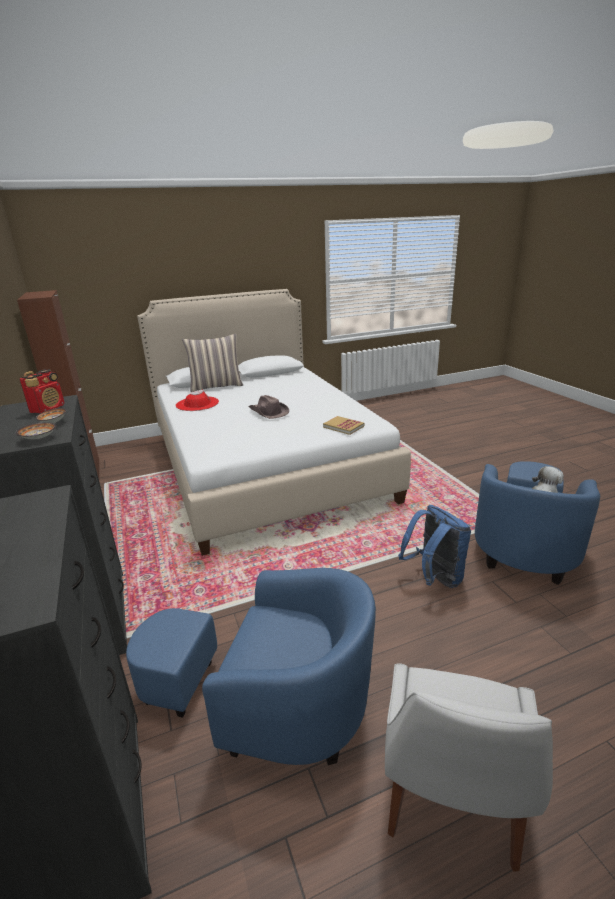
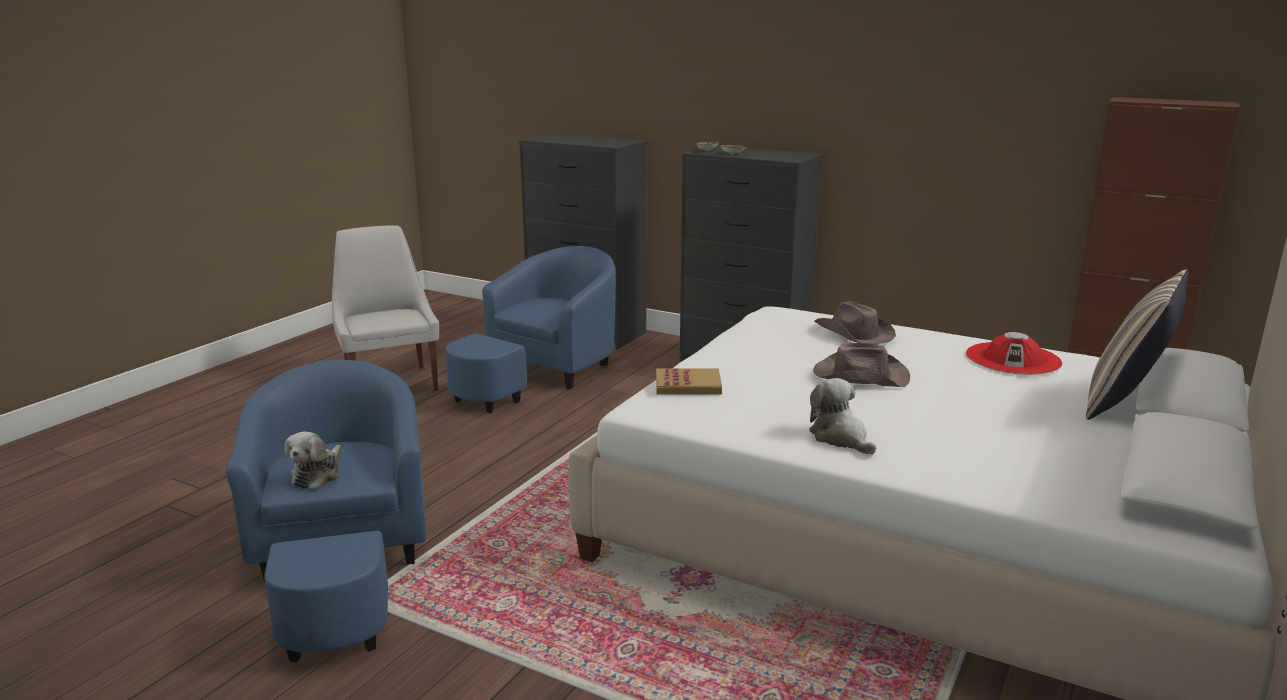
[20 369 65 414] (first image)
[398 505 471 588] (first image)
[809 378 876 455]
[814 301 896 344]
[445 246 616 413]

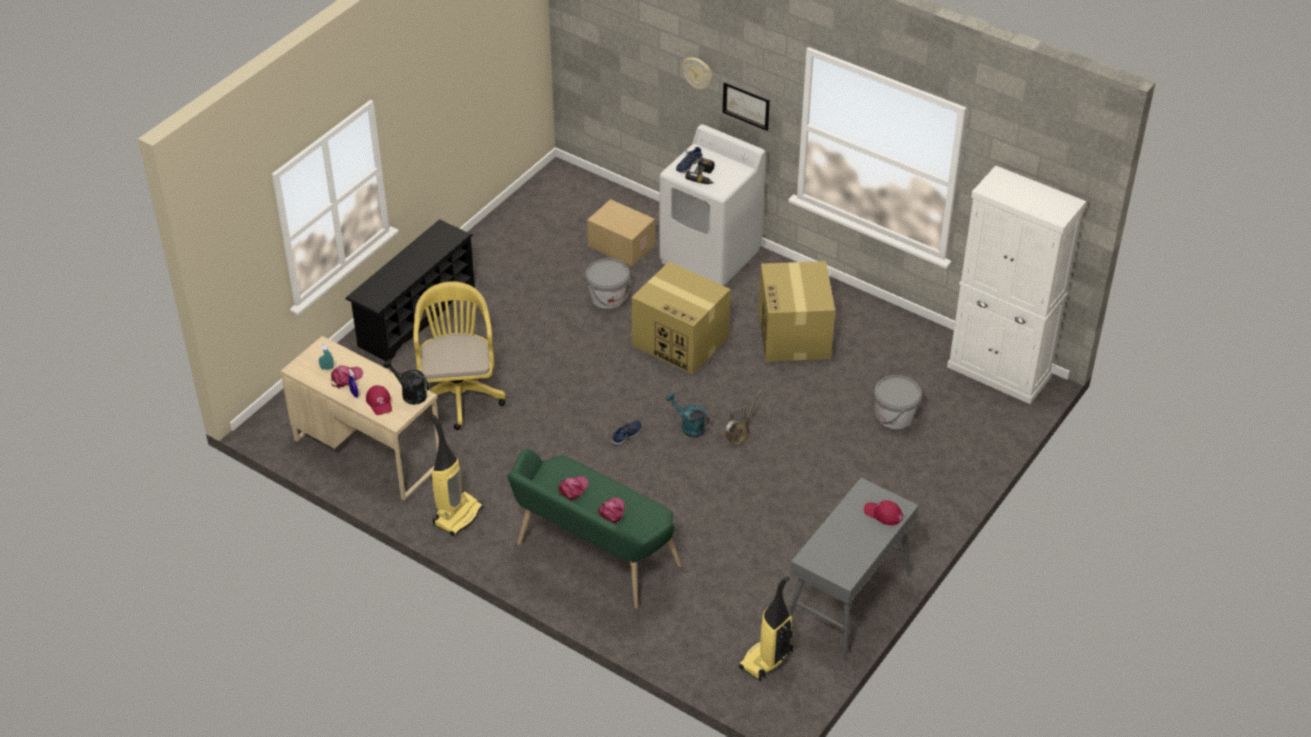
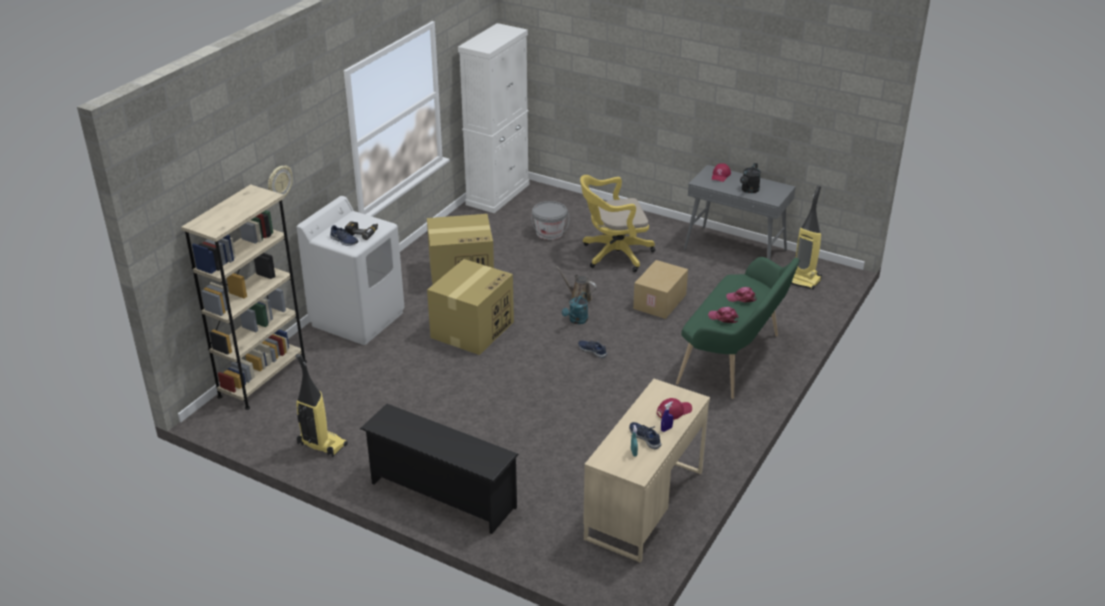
[585 258 631 309] (first image)
[723 82 770 131] (first image)
[181 184 307 410]
[740 163 761 193]
[580 175 655 272]
[295 354 348 457]
[633 260 688 319]
[629 422 661 449]

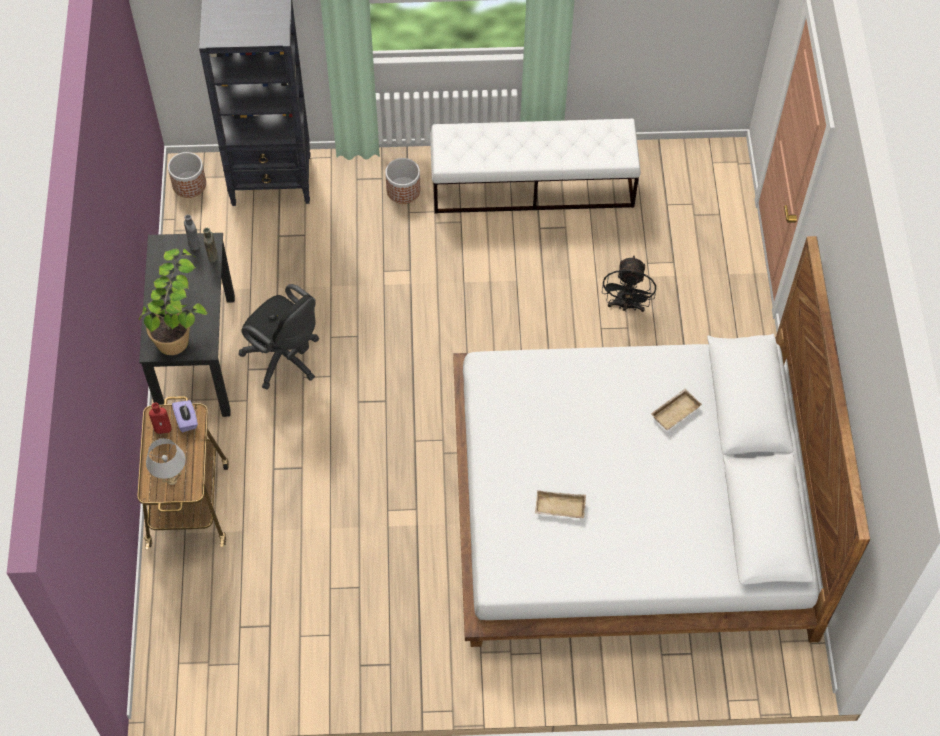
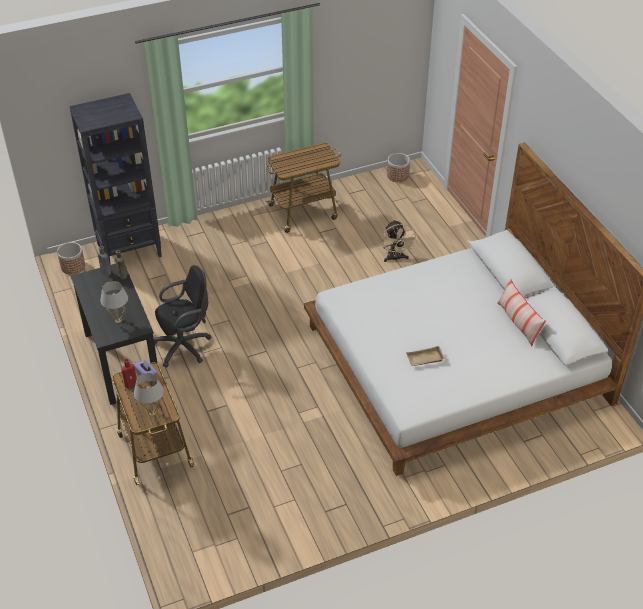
[651 388 702 430] (first image)
[497 278 546 346]
[387 153 410 182]
[100 281 128 323]
[265 143 341 233]
[380 220 417 262]
[154 265 212 368]

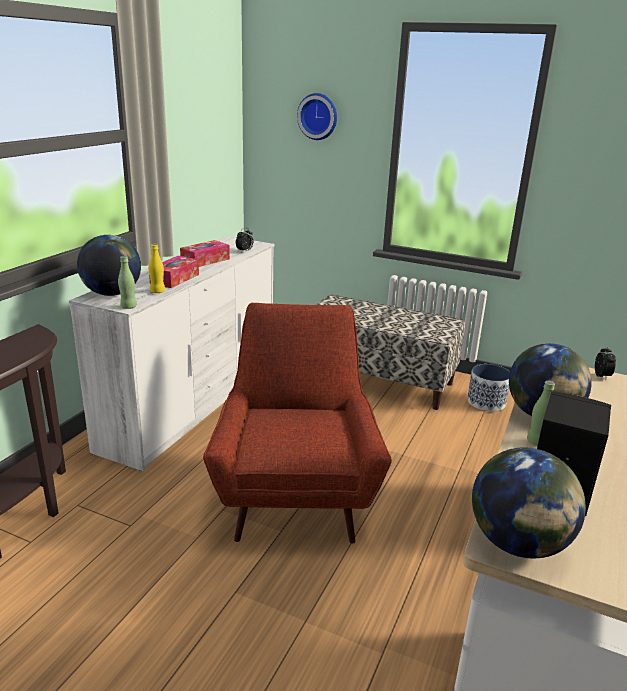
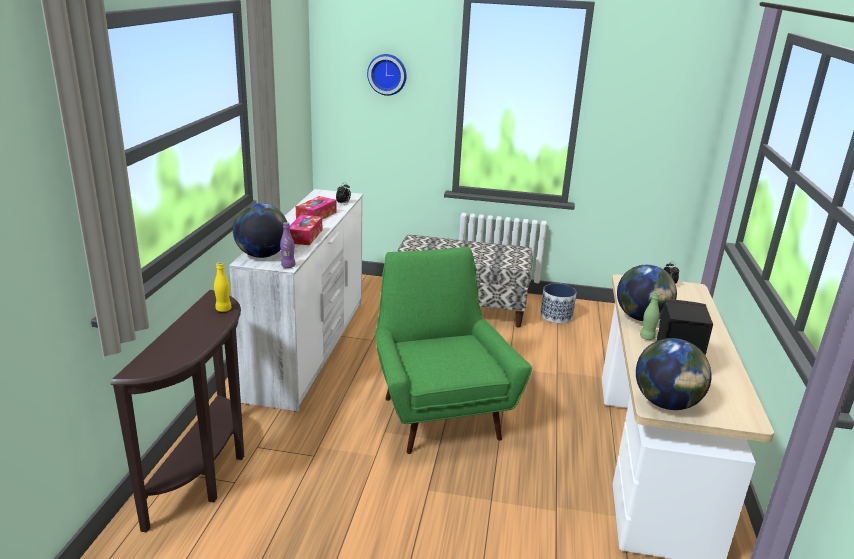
[214 262 232 312]
[280 222 295 268]
[375 247 532 454]

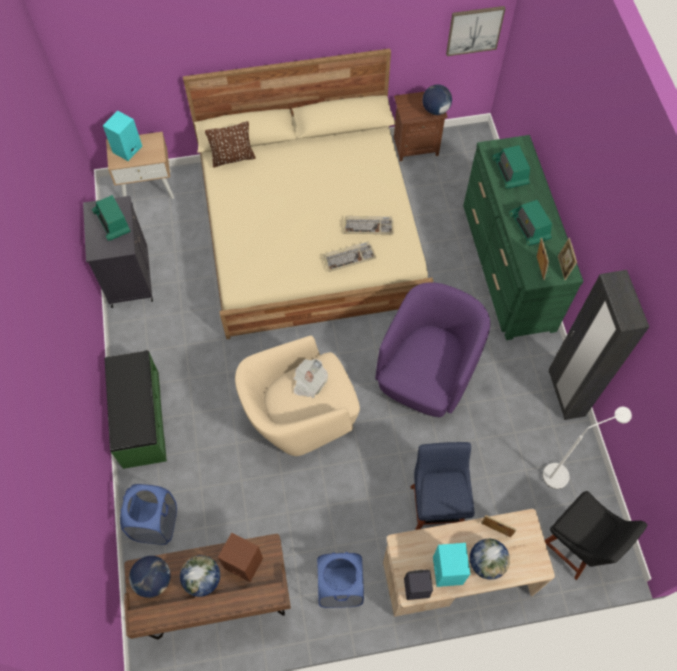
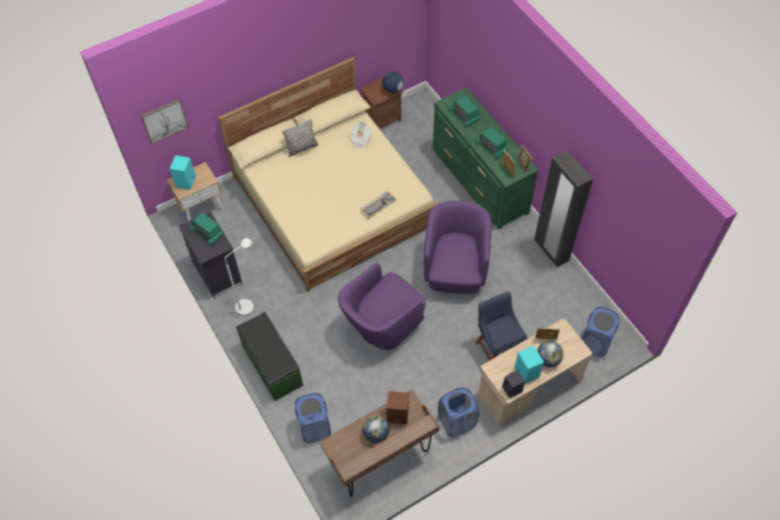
[129 556 171 598] (first image)
[205 121 256 168] (first image)
[344 216 393 235] (first image)
[282 119 318 157]
[350 122 372 148]
[141 99 188 144]
[225 238 254 316]
[582 307 620 357]
[338 262 426 350]

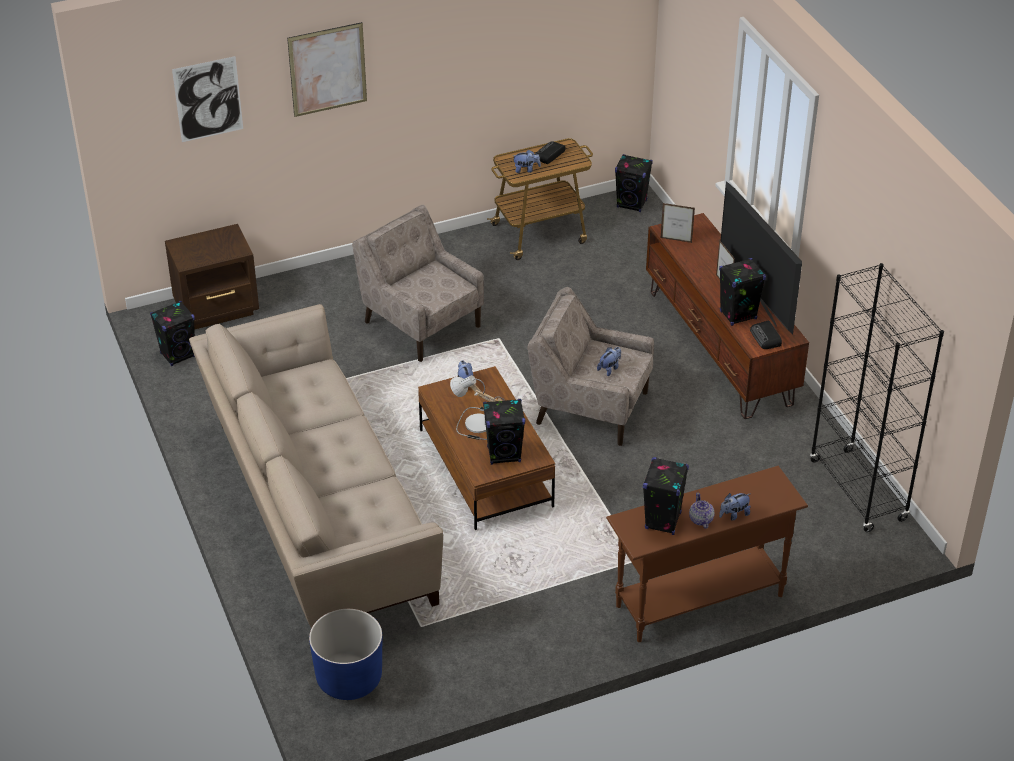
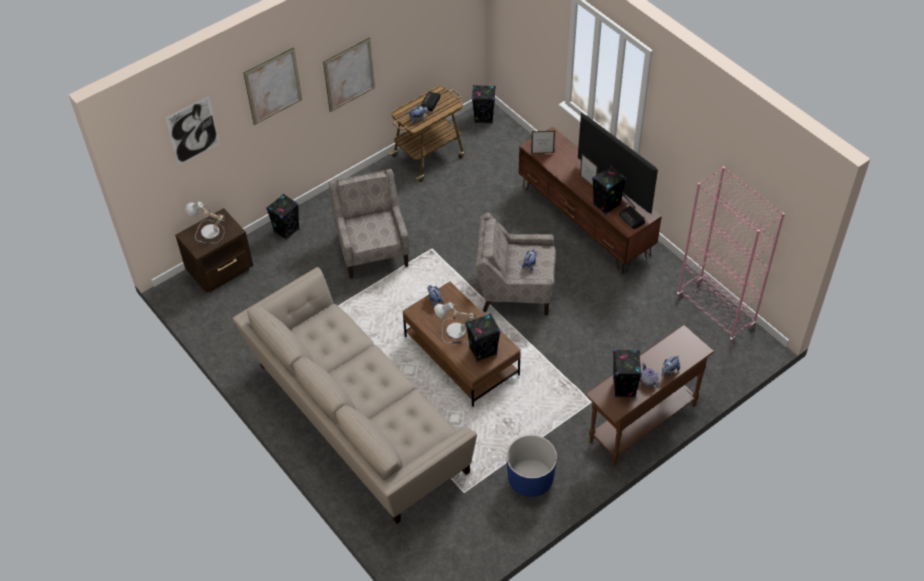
[185 202 225 244]
[323 38 375 112]
[266 194 300 240]
[506 435 557 497]
[677 167 785 343]
[329 169 410 279]

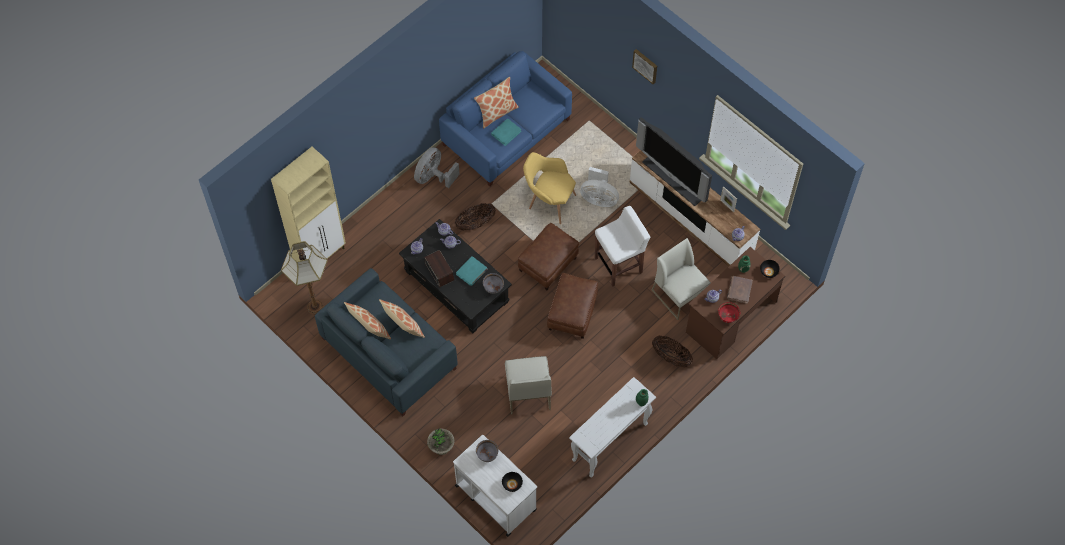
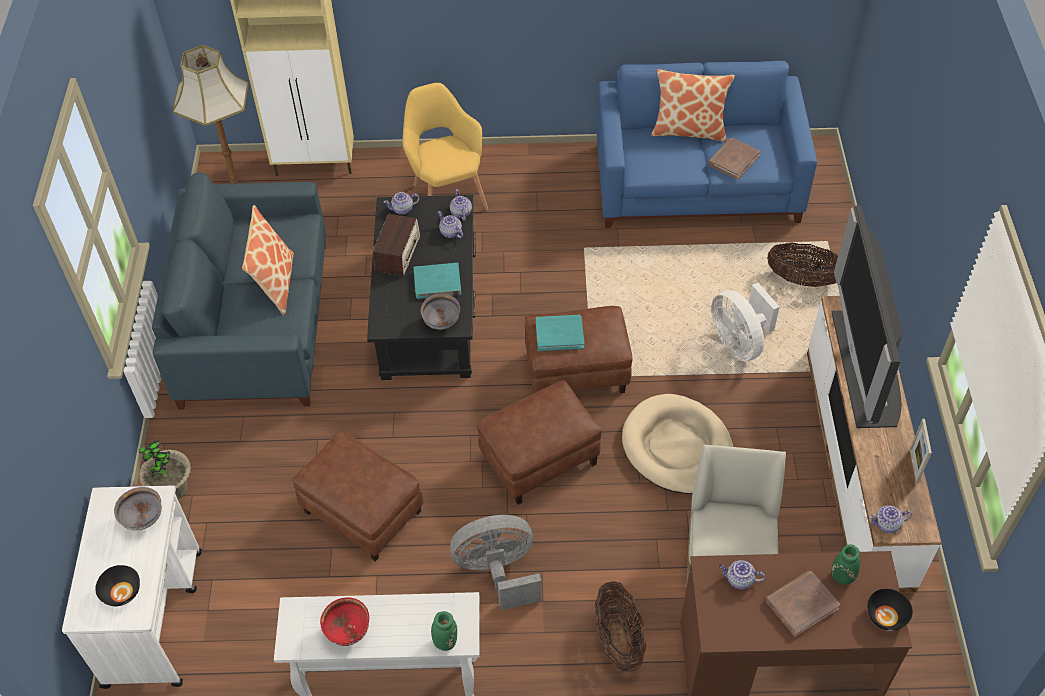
[344 302 391 339] (first image)
[632 49 657 84] (first image)
[708 138 760 180]
[450 515 541 610]
[768 242 838 287]
[536 315 584 351]
[403 83 488 210]
[320 597 369 646]
[292 430 423 562]
[622 394 733 494]

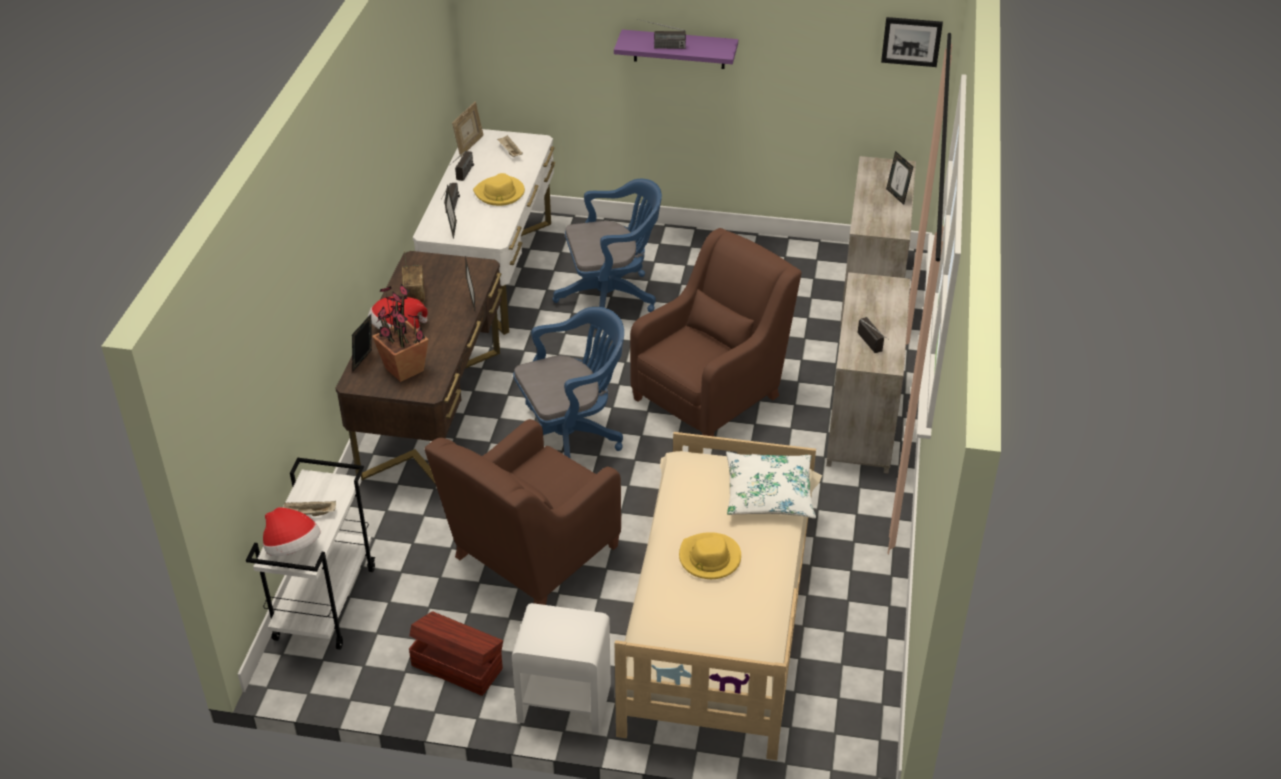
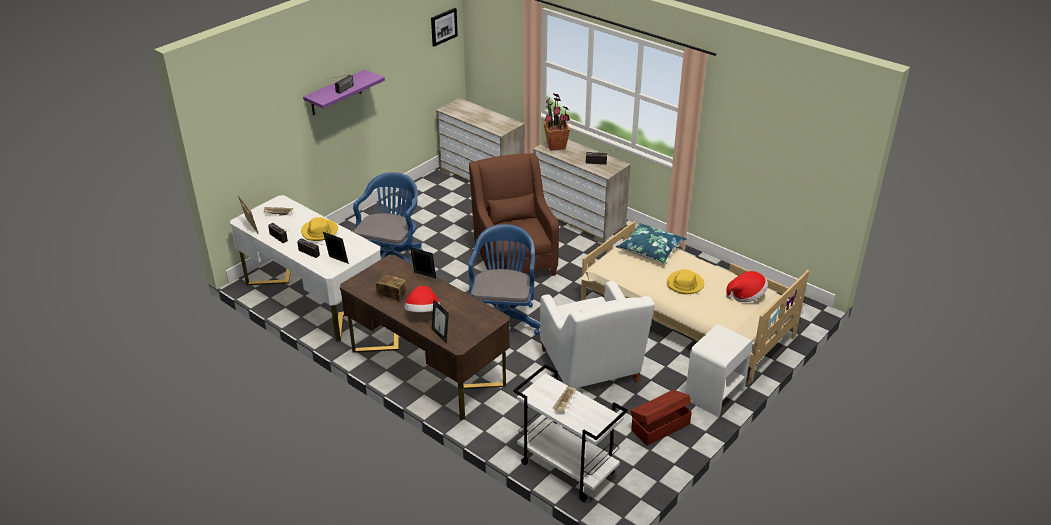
[886 151 913 205] (first image)
[726 271 768 302]
[543 93 570 151]
[540 281 655 388]
[616 223 687 263]

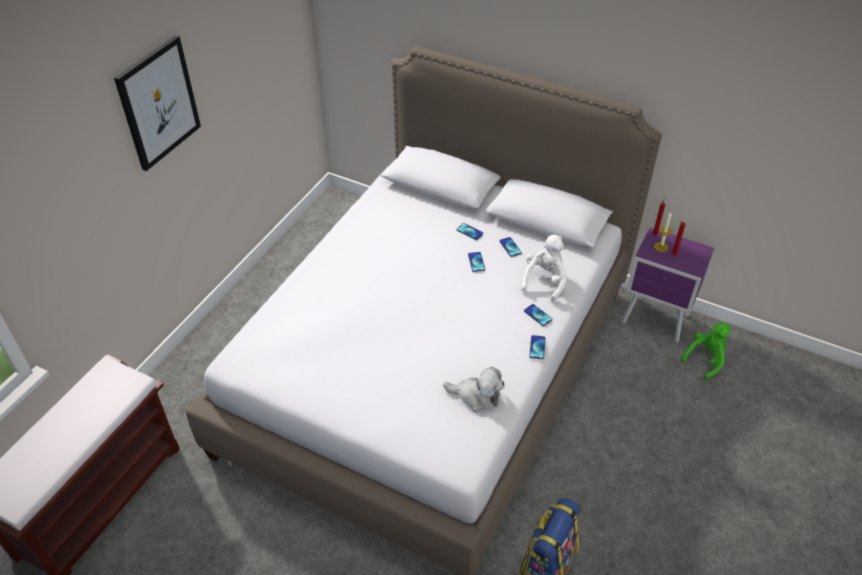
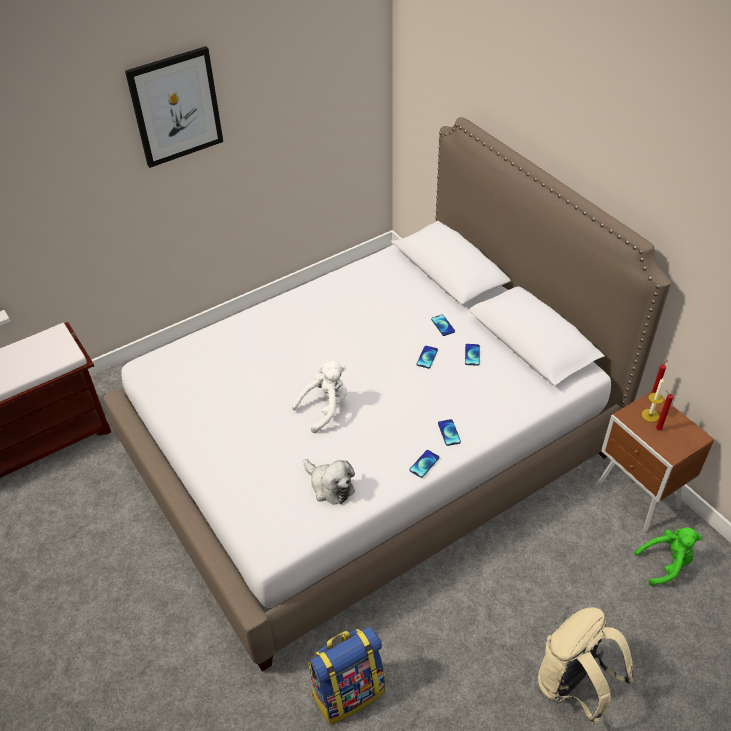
[538 607 633 725]
[292 361 347 433]
[596 391 714 532]

